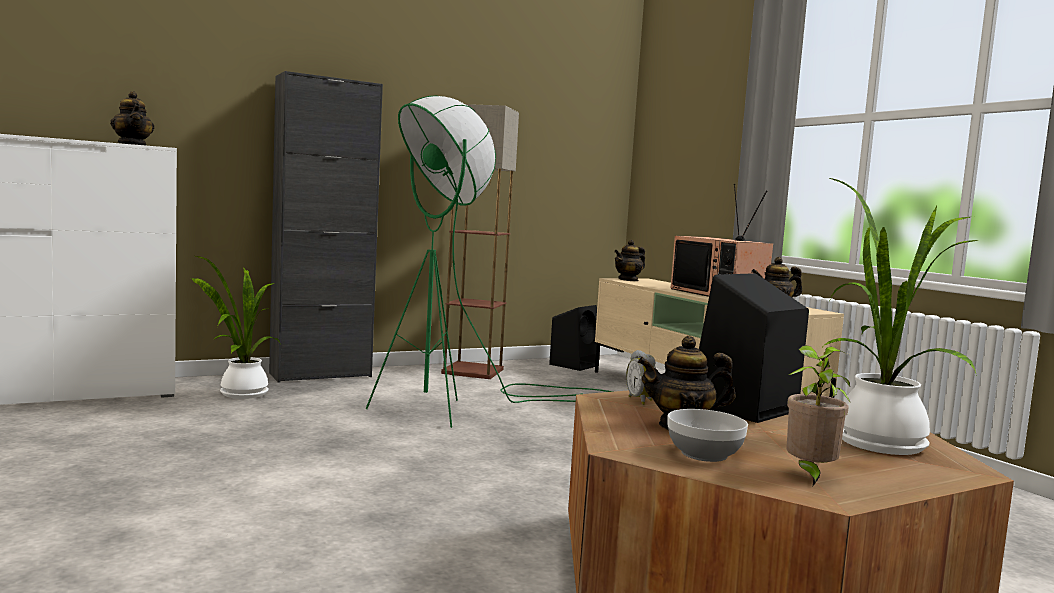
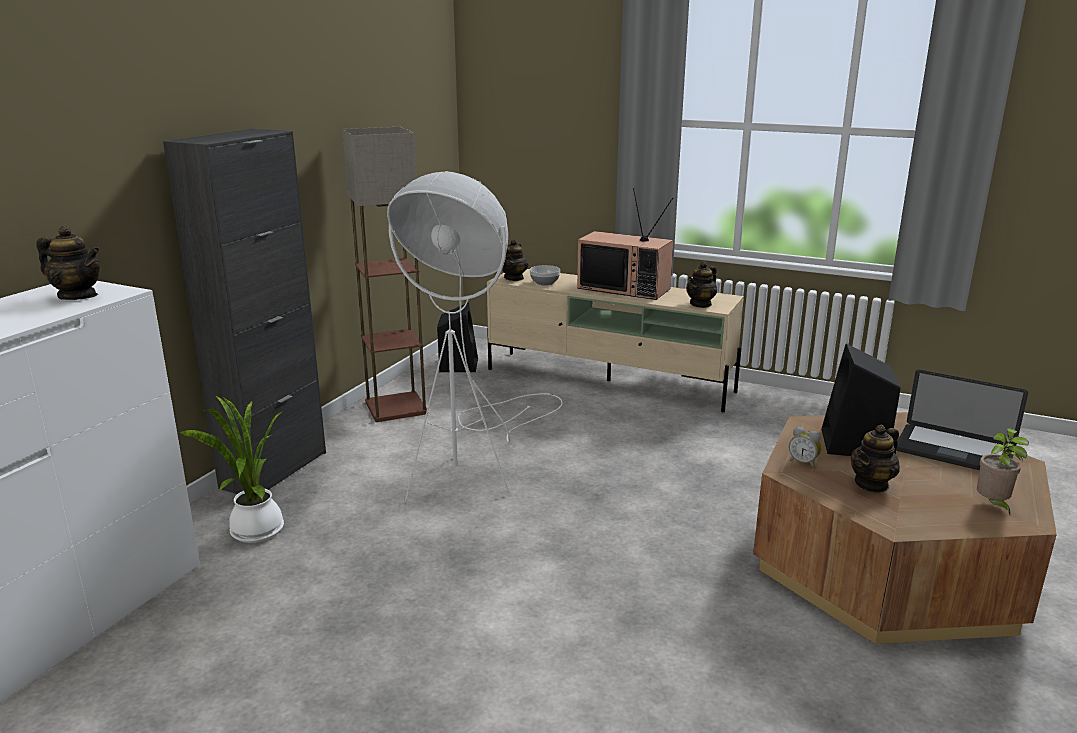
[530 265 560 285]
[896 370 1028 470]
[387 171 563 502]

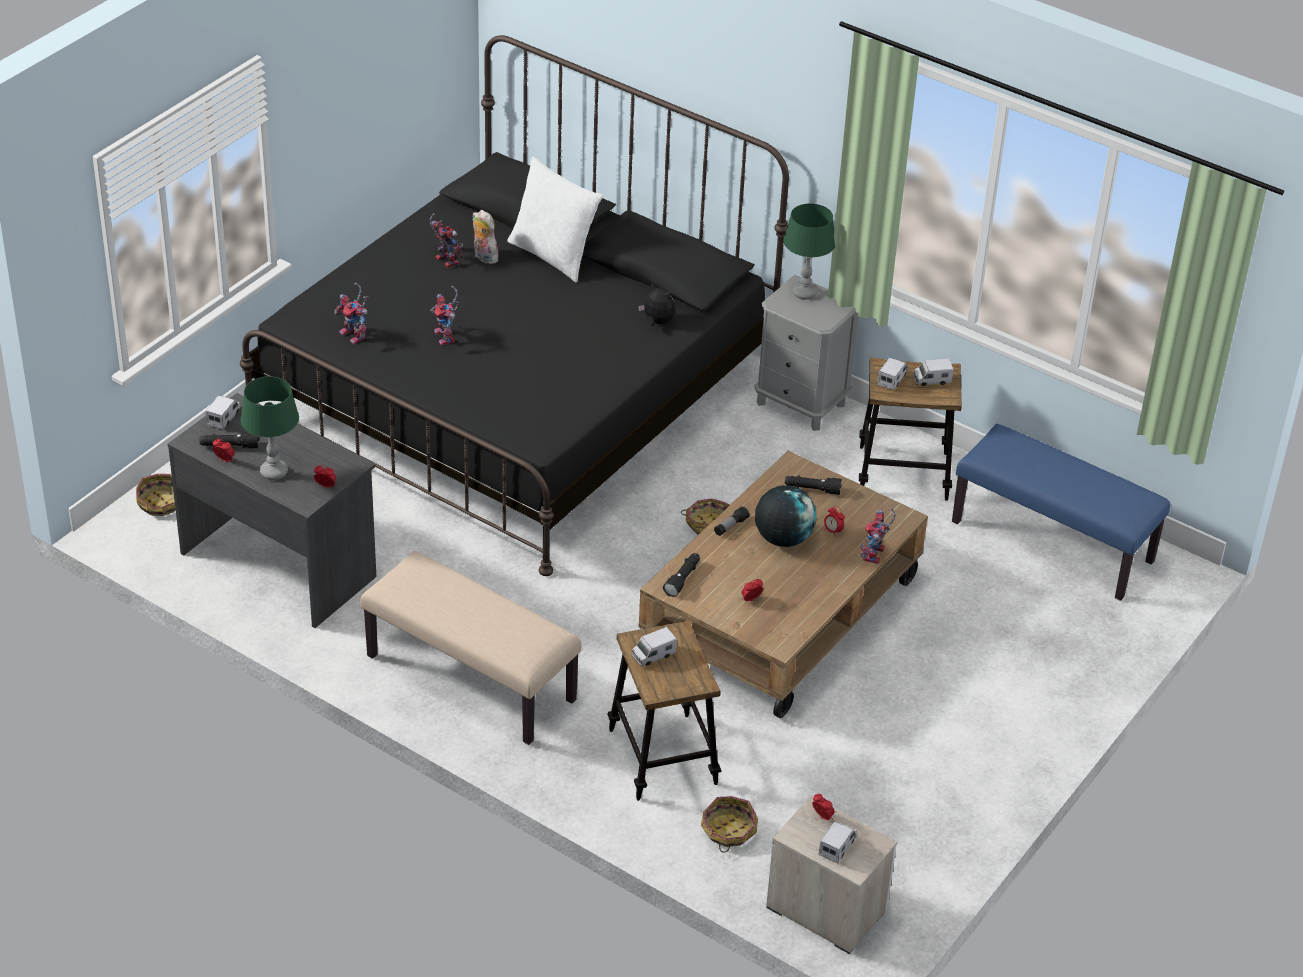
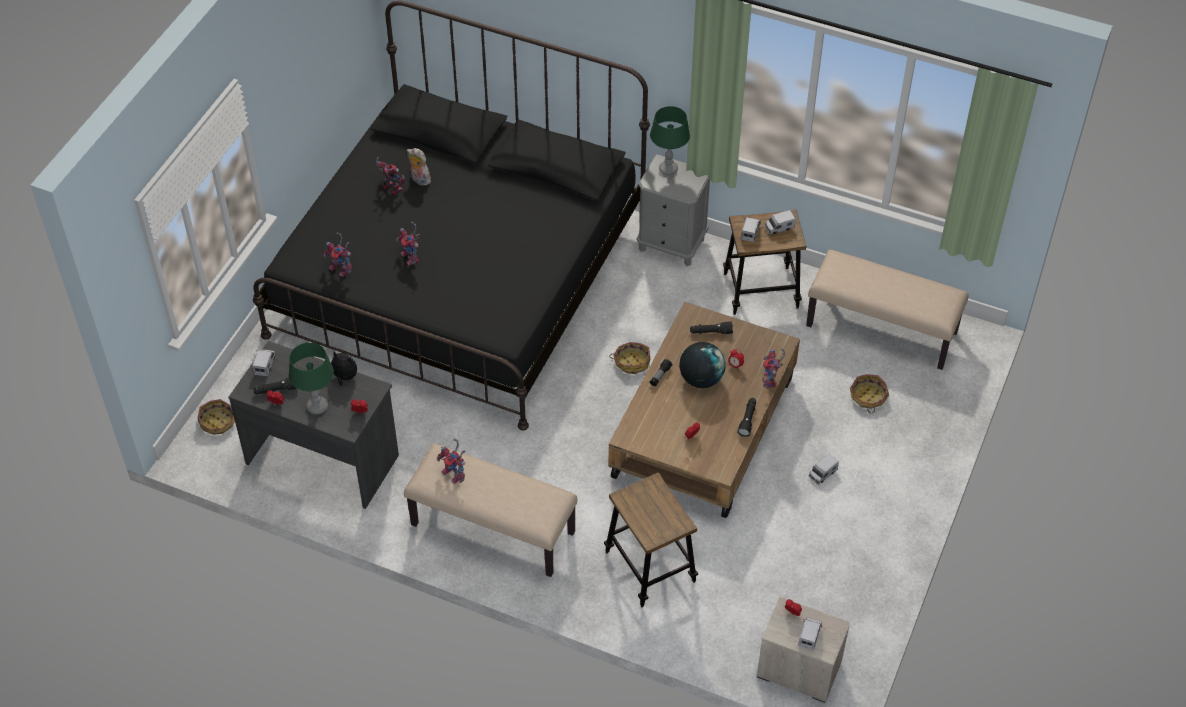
[507 157 603 283] (first image)
[437 439 465 484]
[809 454 839 485]
[331 350 357 386]
[738 398 756 437]
[850 374 889 413]
[806 250 969 370]

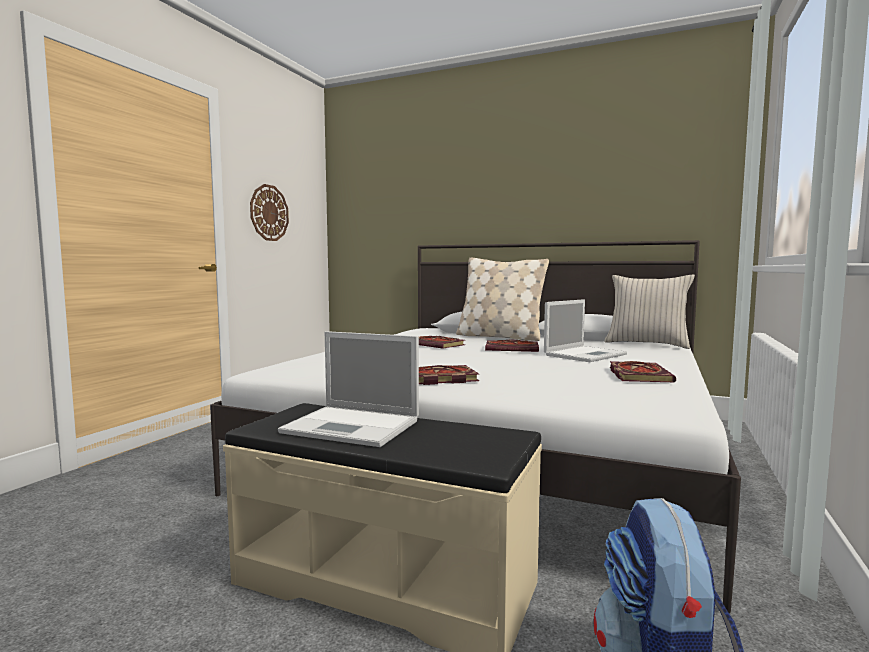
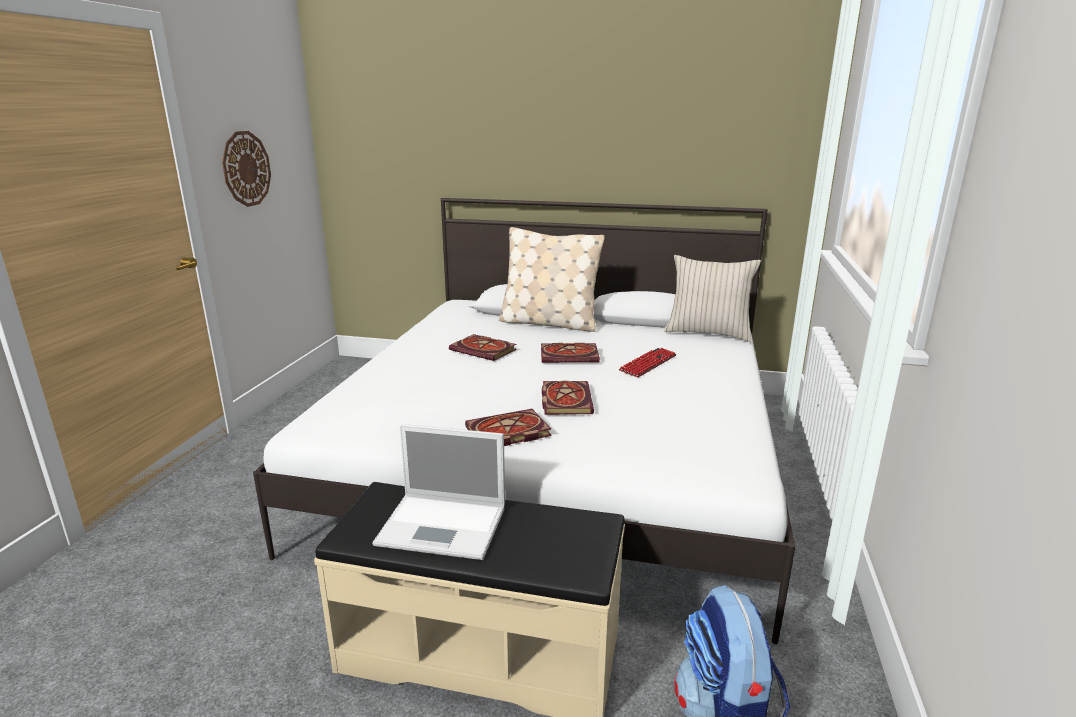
[542 381 594 415]
[619 348 677 378]

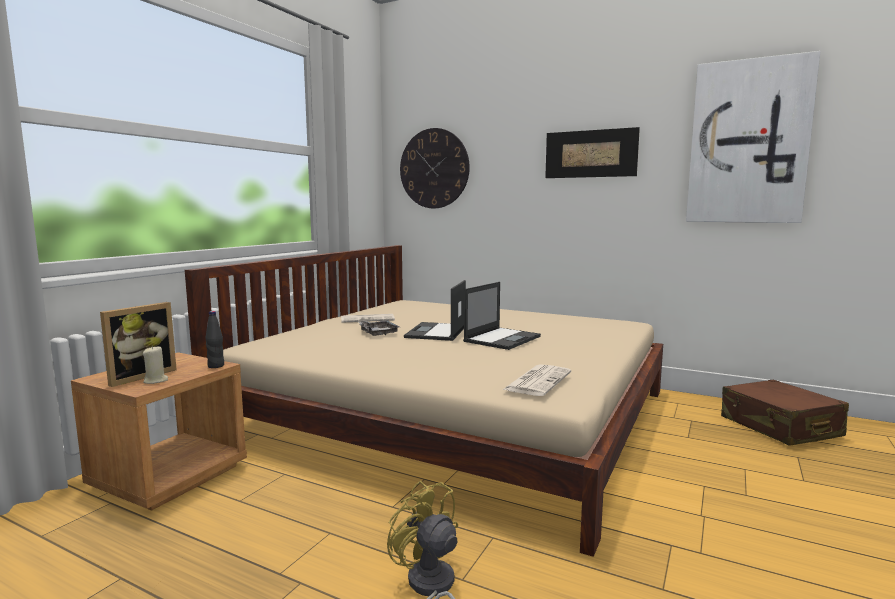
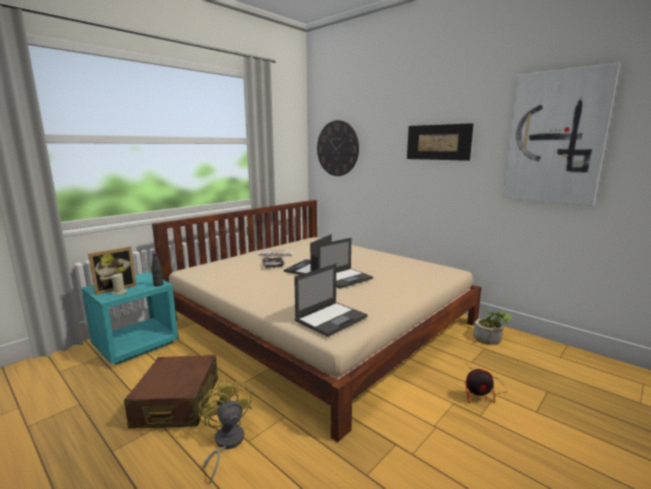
[465 366 507 404]
[473 310 511 345]
[124 355 218 429]
[294 264 368 337]
[82 272 179 365]

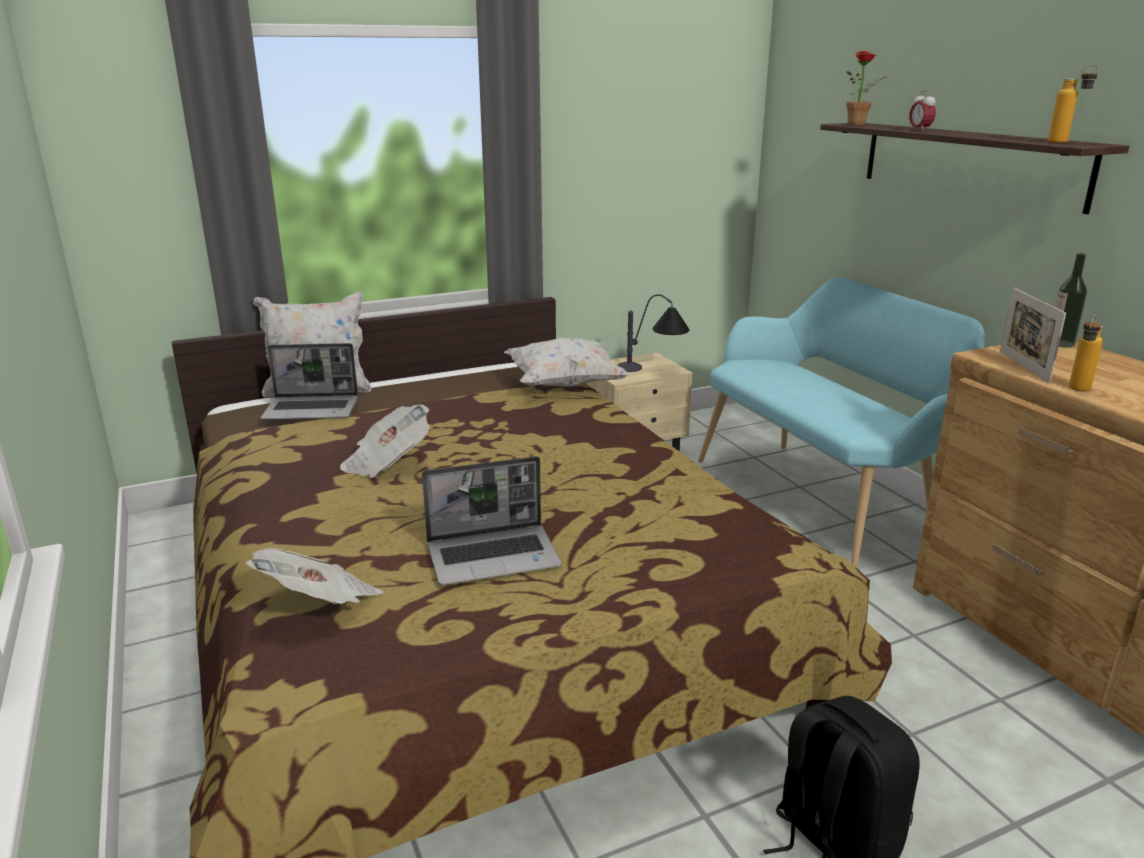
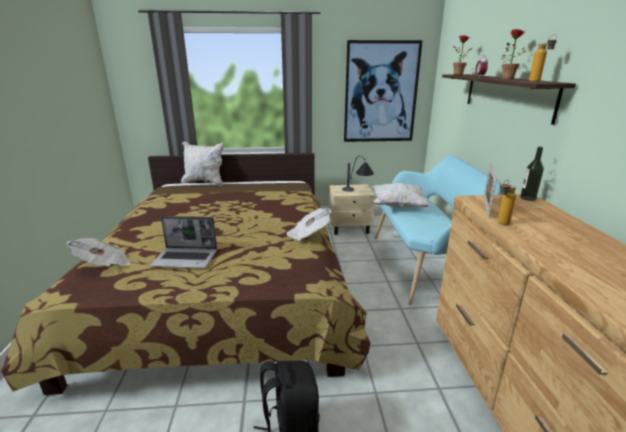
[260 343 358 420] (first image)
[344 40 423 142]
[501 29 535 79]
[286 208 332 241]
[372 183 430 208]

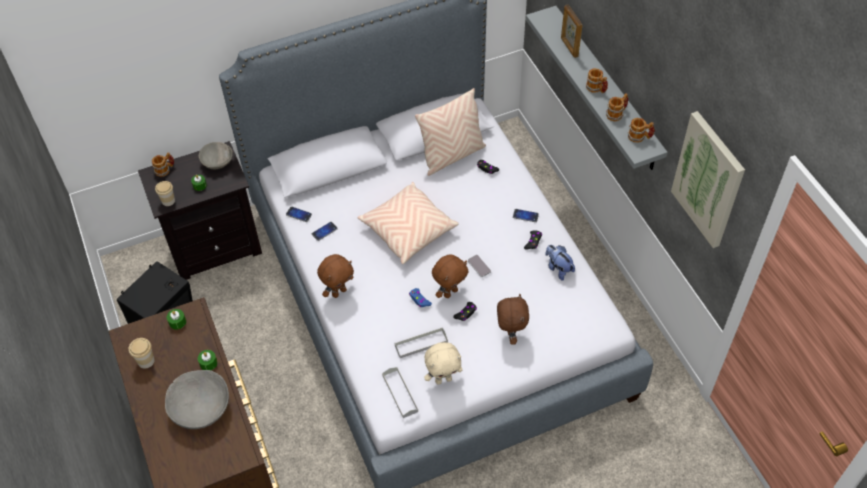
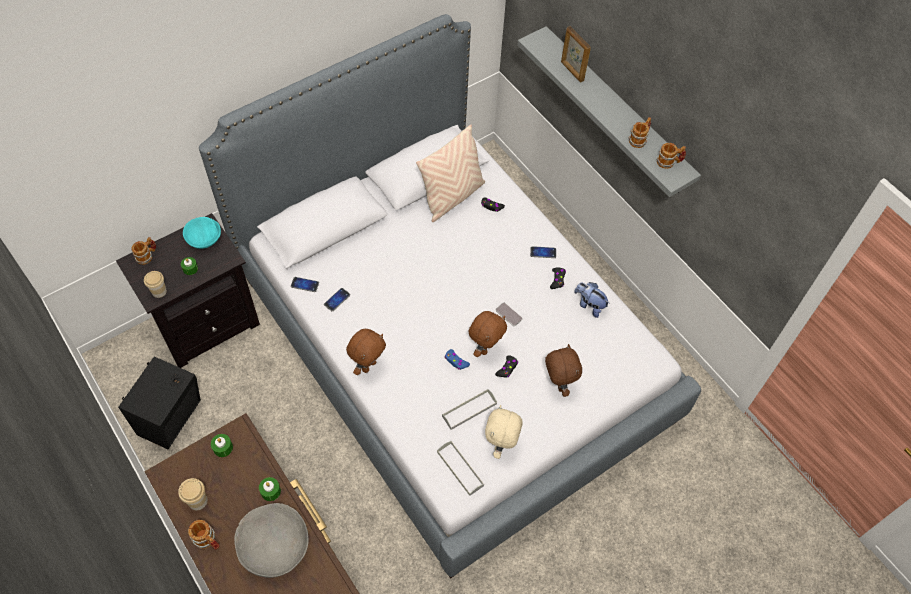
[357 182 459 264] (first image)
[671 111 745 248] (first image)
[188 520 219 550]
[183 217 221 249]
[485 405 523 459]

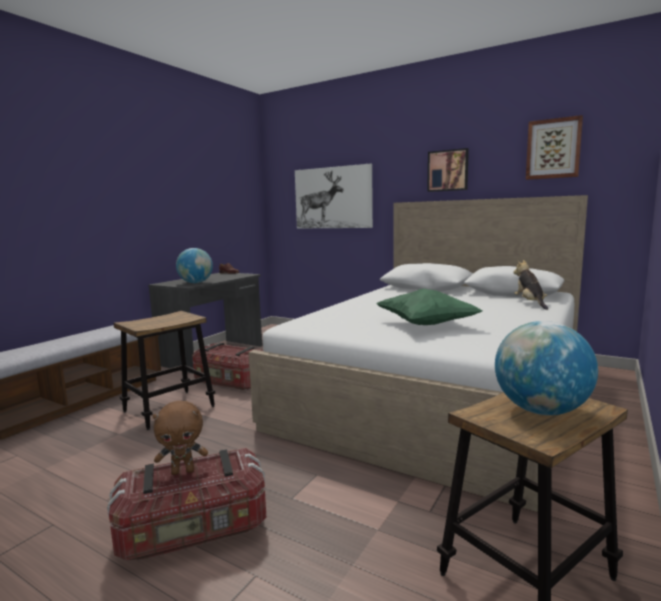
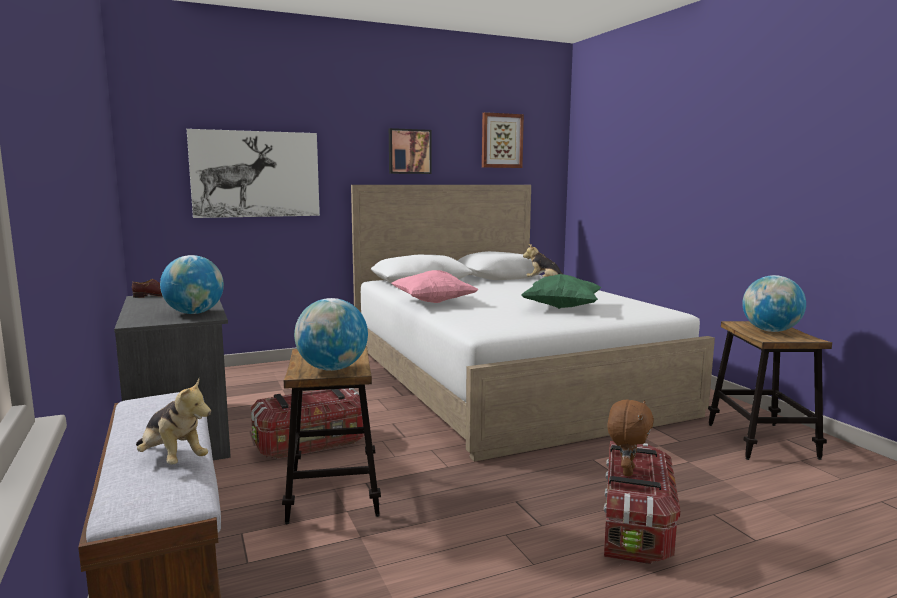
[136 379 211 465]
[294 298 368 371]
[391 270 478 303]

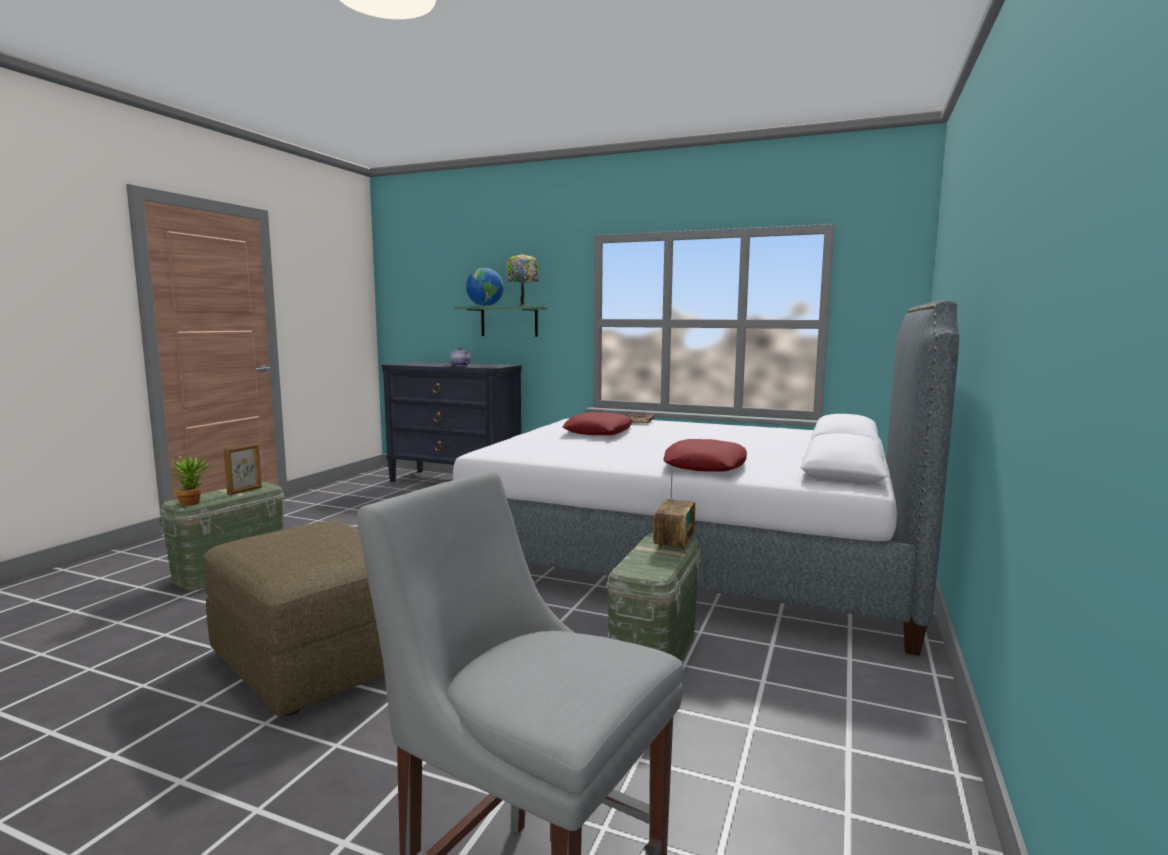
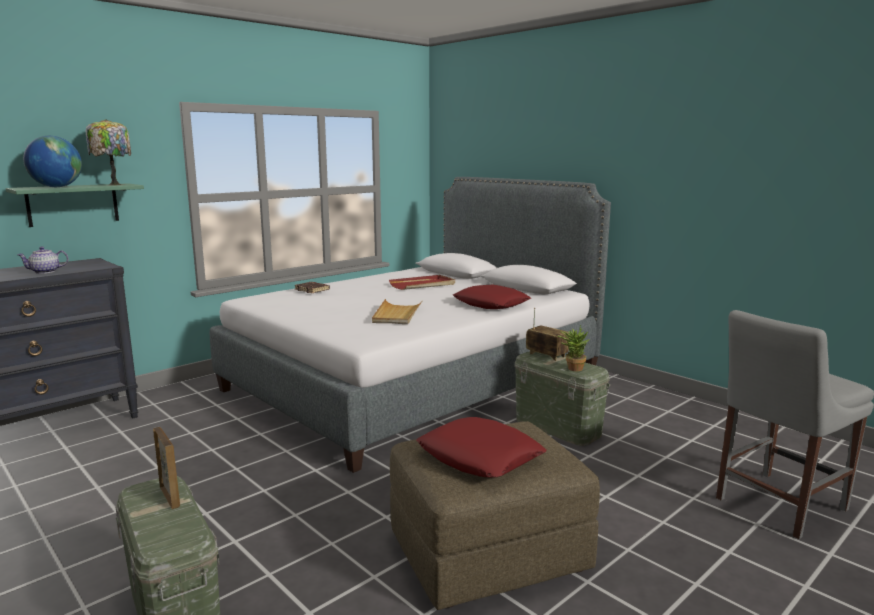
[372 299 423 324]
[389 275 455 290]
[558 325 590 371]
[416 417 547 478]

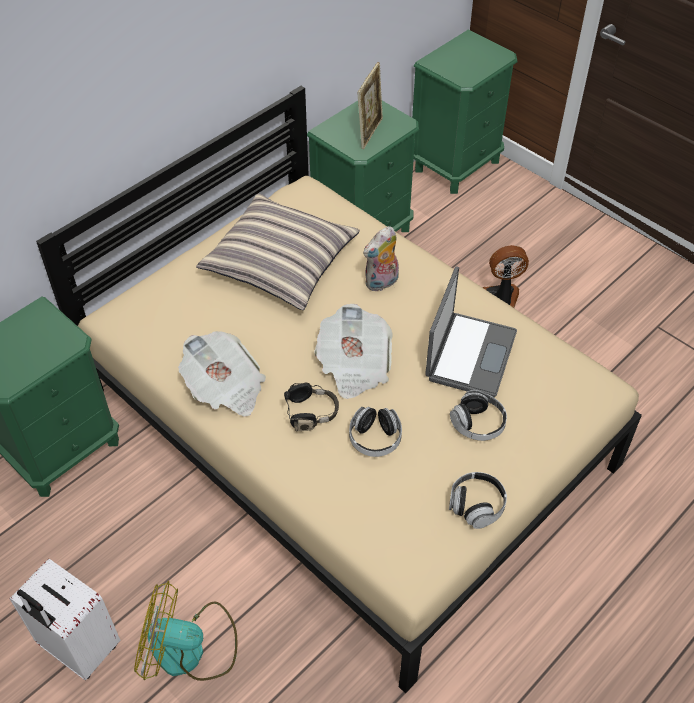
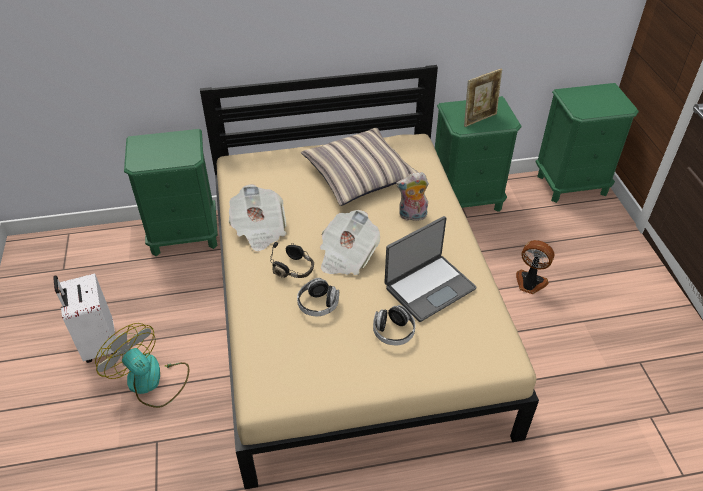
[449 472 507 529] (first image)

